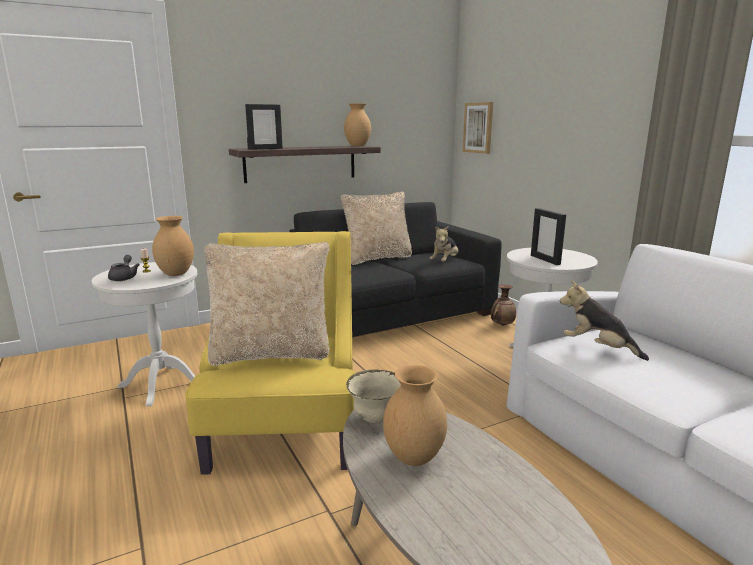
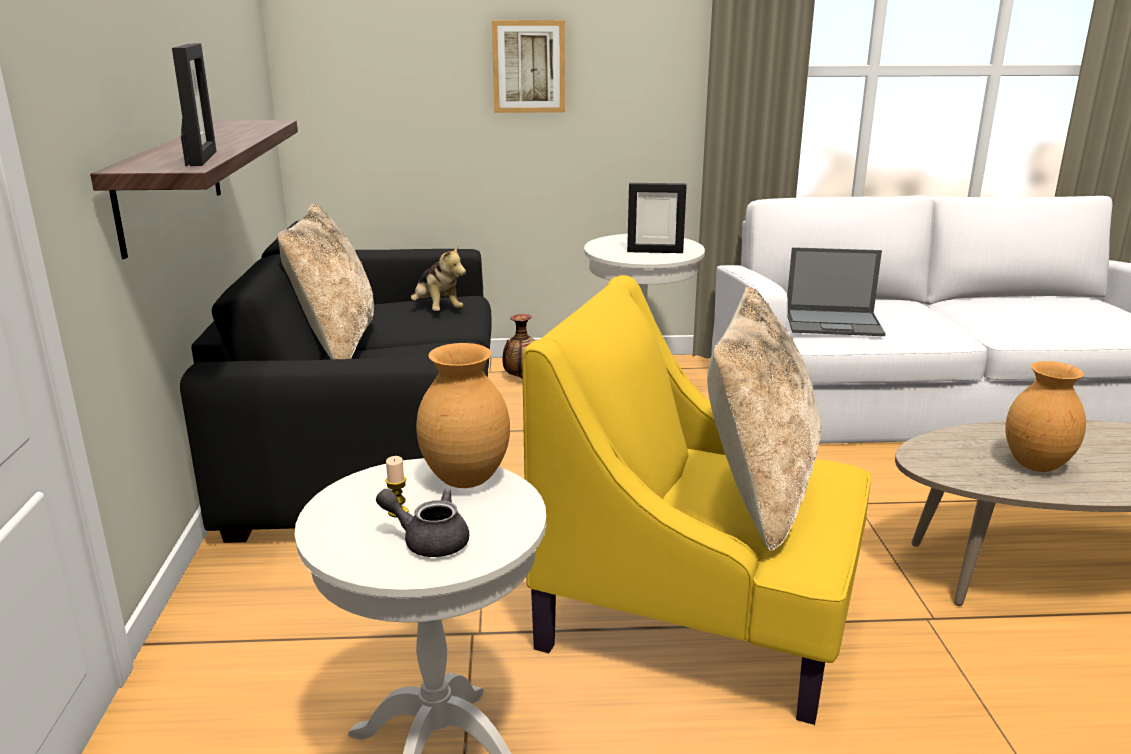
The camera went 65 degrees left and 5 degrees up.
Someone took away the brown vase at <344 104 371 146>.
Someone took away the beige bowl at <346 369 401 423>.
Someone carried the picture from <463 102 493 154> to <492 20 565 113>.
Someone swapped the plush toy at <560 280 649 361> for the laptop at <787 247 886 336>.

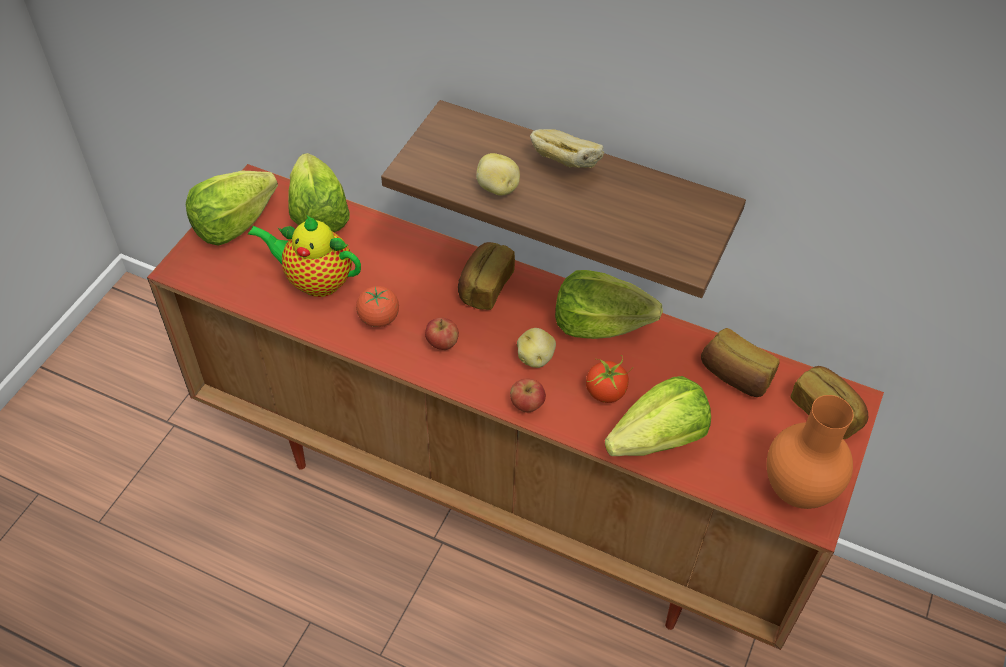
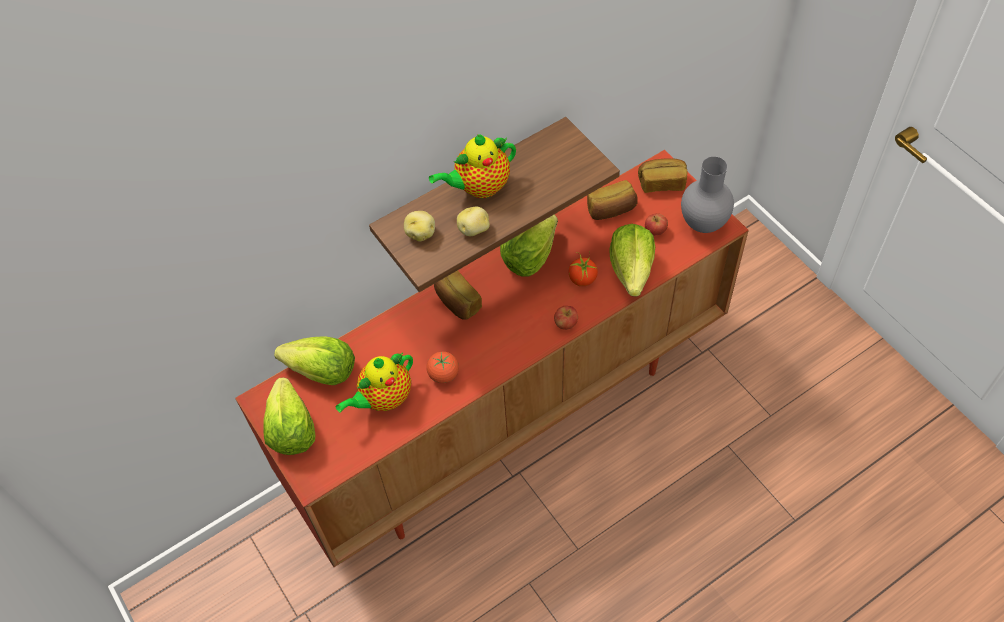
The camera went 55 degrees left and 5 degrees up.
Someone carried the apple from <425 318 459 350> to <645 213 668 236>.
Someone carried the potato from <517 328 556 368> to <404 211 435 241>.
Someone swapped the bread at <530 129 604 168> for the teapot at <429 134 516 198>.
Someone repainted the orange vase at <767 395 853 509>, which became the grey vase at <681 156 734 233>.

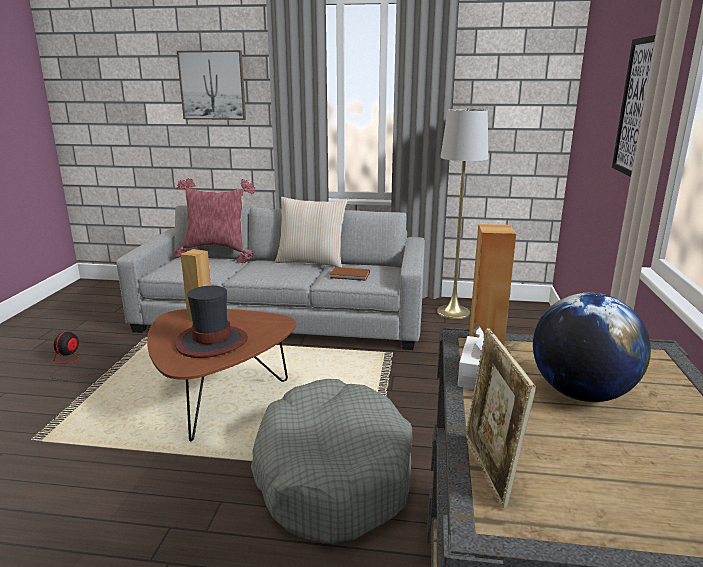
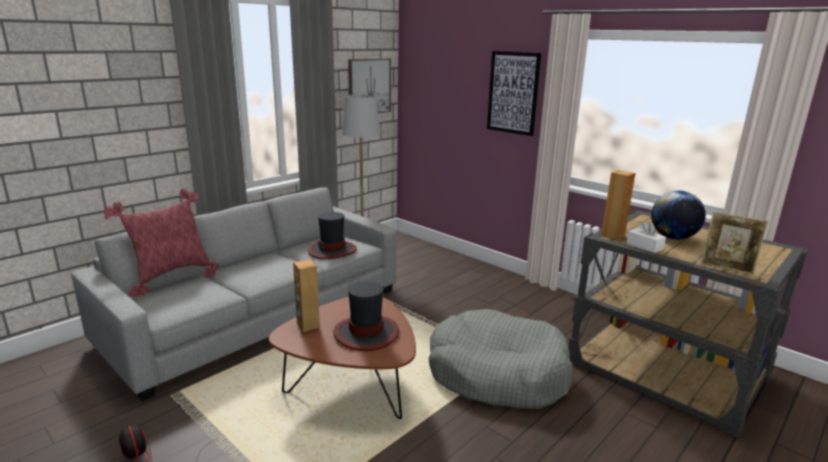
The camera went 55 degrees left and 0 degrees up.
Someone carried the picture from <177 50 246 120> to <348 58 391 113>.
Someone took away the beige pillow at <275 197 347 267>.
Someone swapped the brown book at <330 267 370 281> for the hat at <308 212 357 259>.

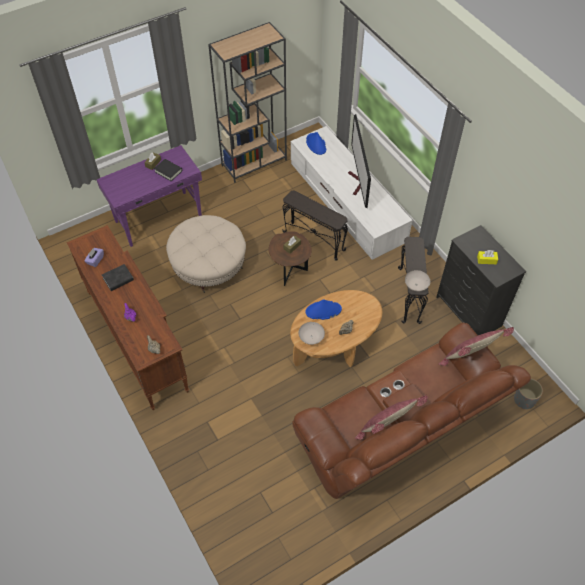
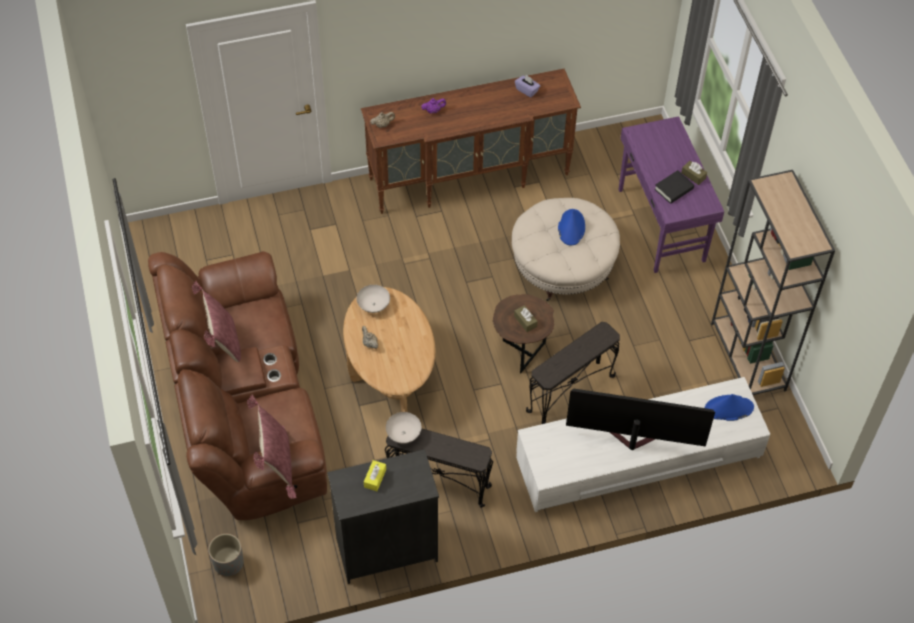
The camera went 105 degrees right and 0 degrees up.
Someone took away the black book at <102 264 134 291>.
Someone carried the blue hat from <305 299 342 320> to <558 209 585 246>.

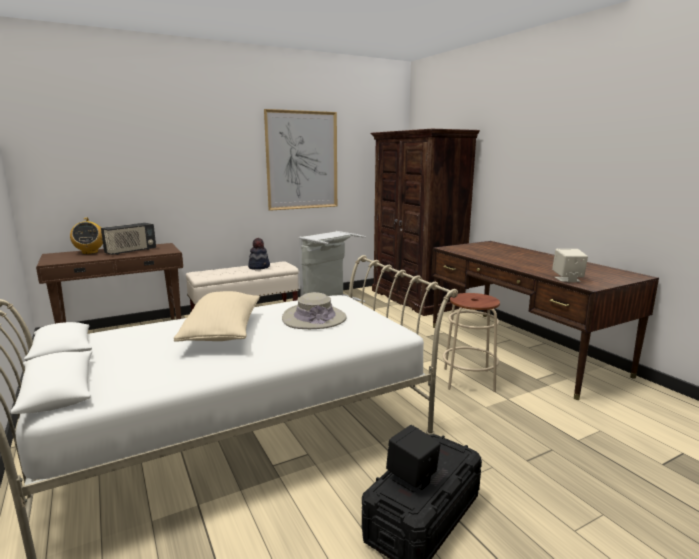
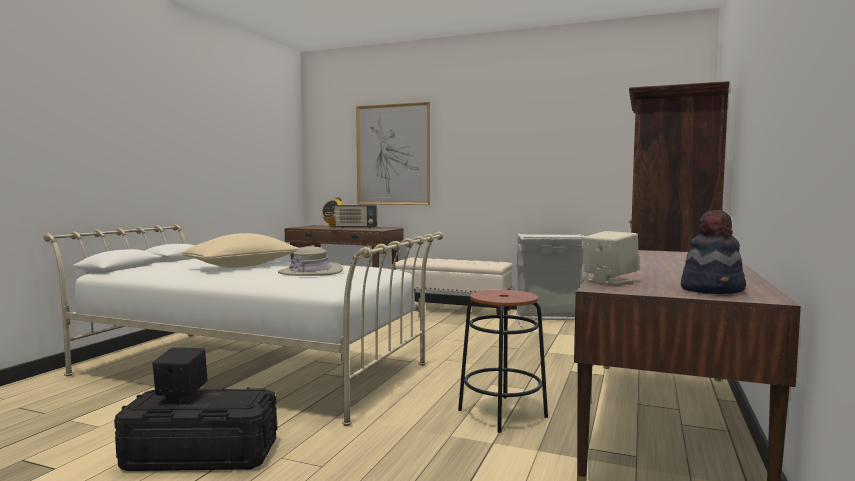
The camera went 50 degrees right and 10 degrees down.
Someone carried the hat from <248 238 270 270> to <681 210 746 294>.
Someone carried the picture from <264 109 337 211> to <356 102 430 205>.
Someone repainted the beige stool at <442 293 500 392>, which became the black stool at <458 290 548 433>.

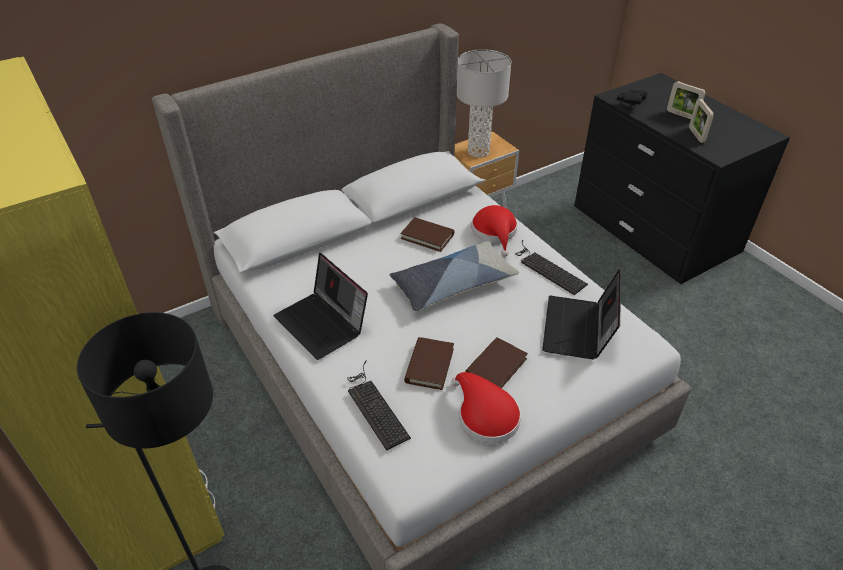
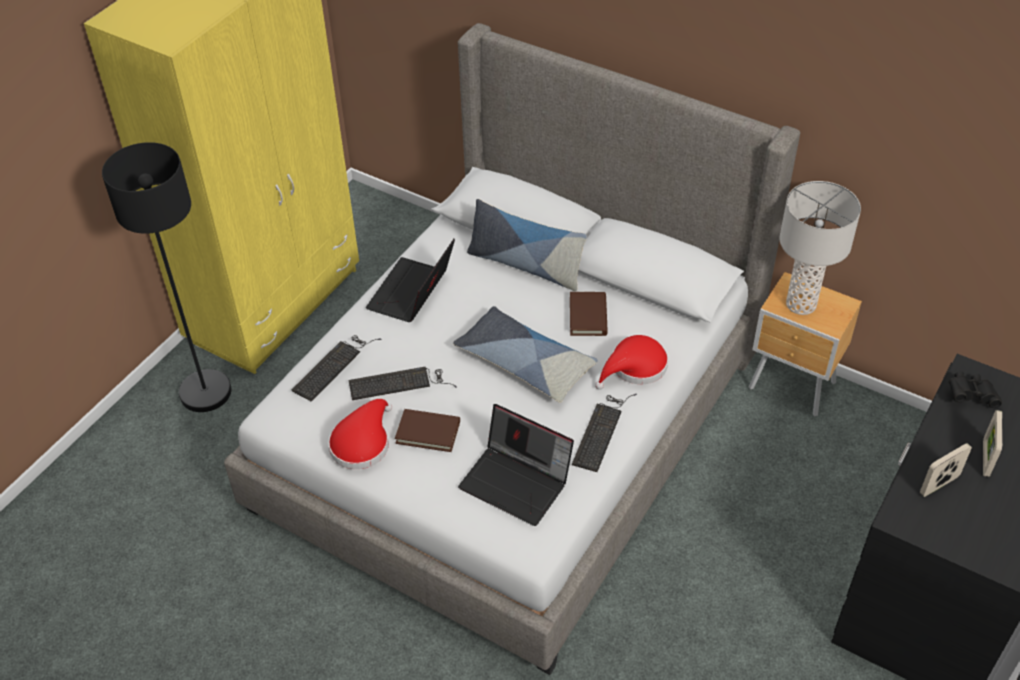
The camera went 65 degrees right and 5 degrees up.
Someone swapped the brown book at <404 337 454 390> for the keyboard at <349 367 457 400>.
Someone rotated the laptop at <542 269 621 359> by 135 degrees counterclockwise.
Someone put down the pillow at <467 199 587 291>.

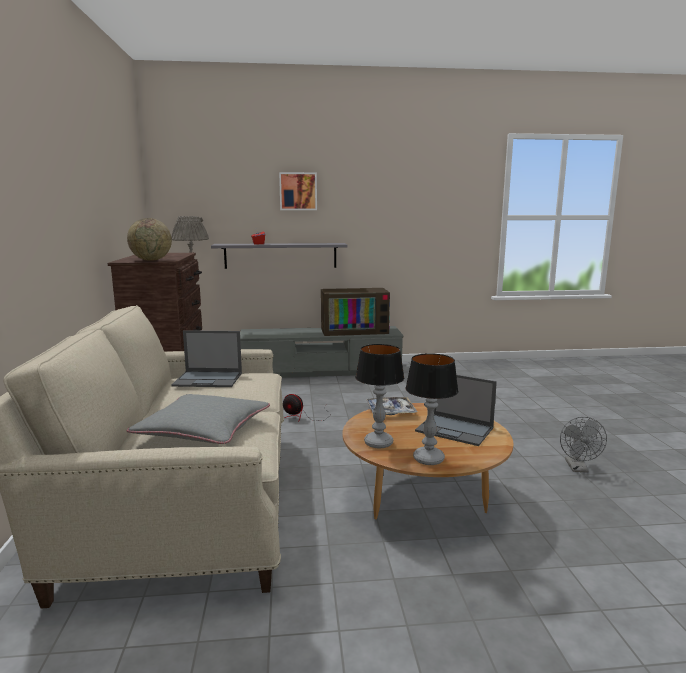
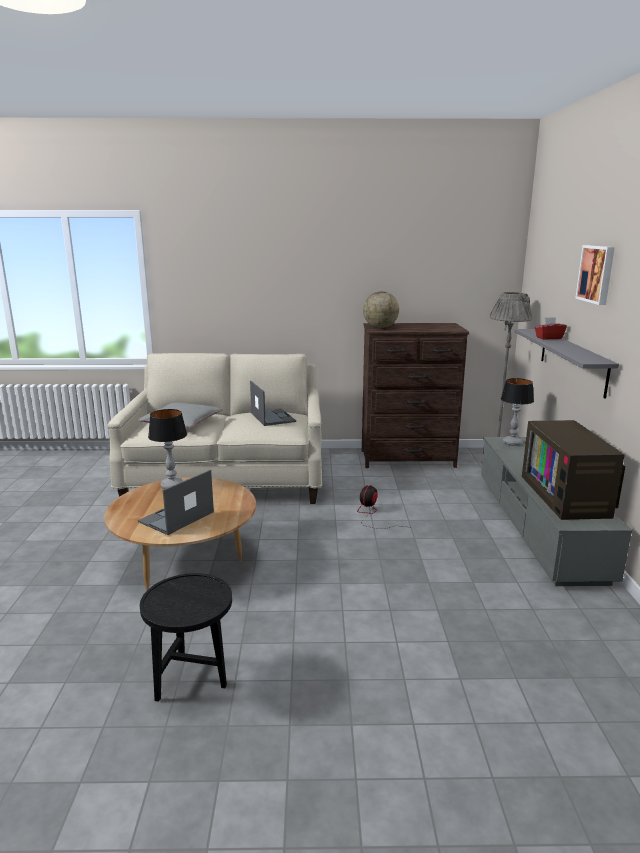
The camera went 95 degrees right and 5 degrees up.
Someone rotated the laptop at <171 330 242 387> by 150 degrees clockwise.
Someone took away the tray at <366 397 418 415>.
Someone carried the table lamp from <405 353 458 465> to <501 378 534 446>.
Someone swapped the grey fan at <560 417 607 473> for the black side table at <140 573 232 702>.

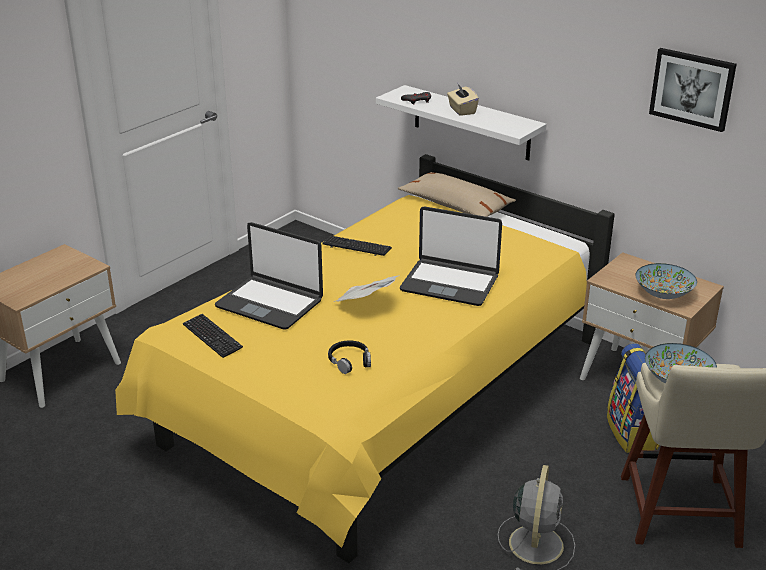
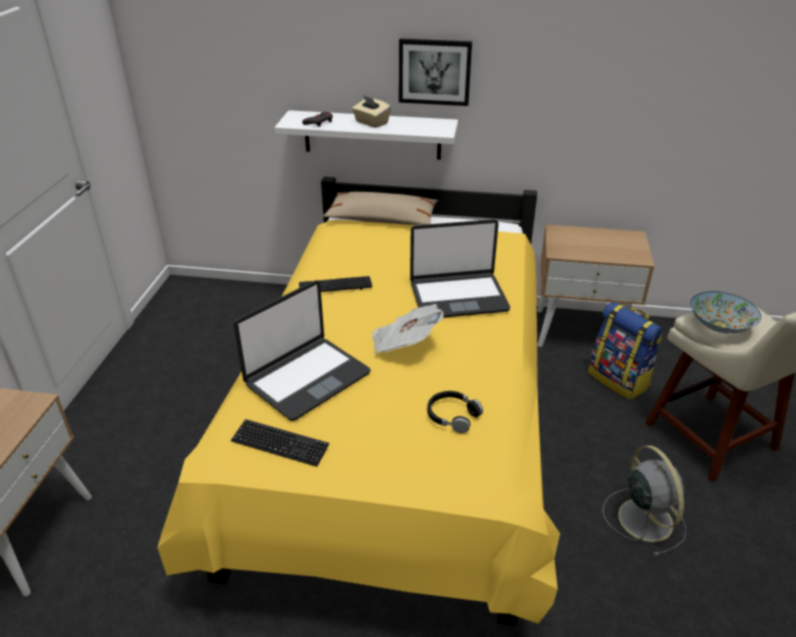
The camera went 30 degrees left and 5 degrees up.
Someone rotated the laptop at <215 222 323 329> by 45 degrees counterclockwise.
Someone took away the bowl at <635 263 697 299>.
Someone carried the picture from <649 48 737 132> to <399 39 472 106>.

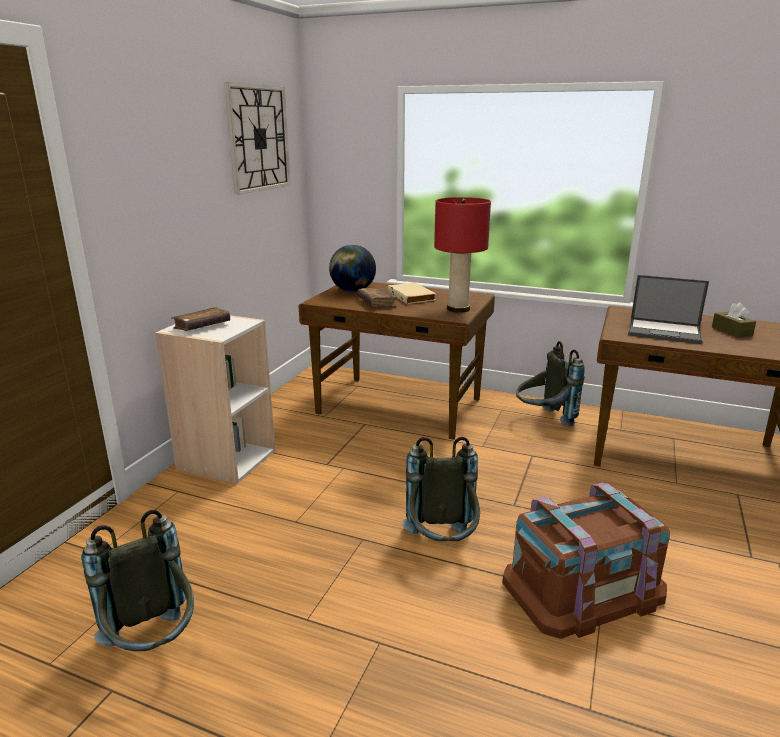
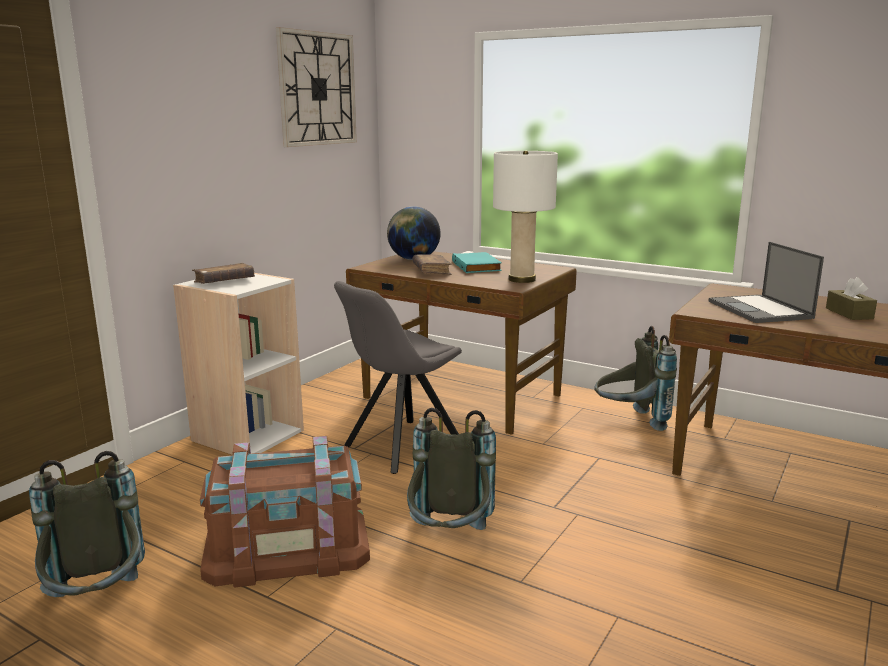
The camera went 10 degrees right and 5 degrees down.
Someone repainted the beige book at <388 282 436 304>, which became the turquoise book at <452 252 502 273>.
Someone repainted the red table lamp at <434 197 491 313>, which became the white table lamp at <493 151 558 283>.
Someone carried the brown storage box from <502 482 670 639> to <200 436 370 588>.
Someone rotated the laptop at <628 275 709 344> by 45 degrees clockwise.
Someone put down the grey chair at <334 281 462 474>.

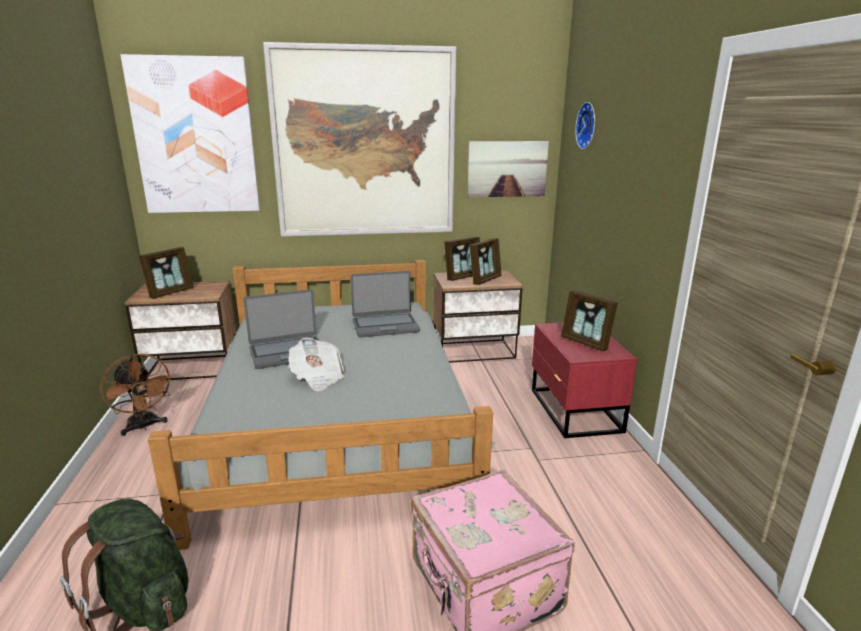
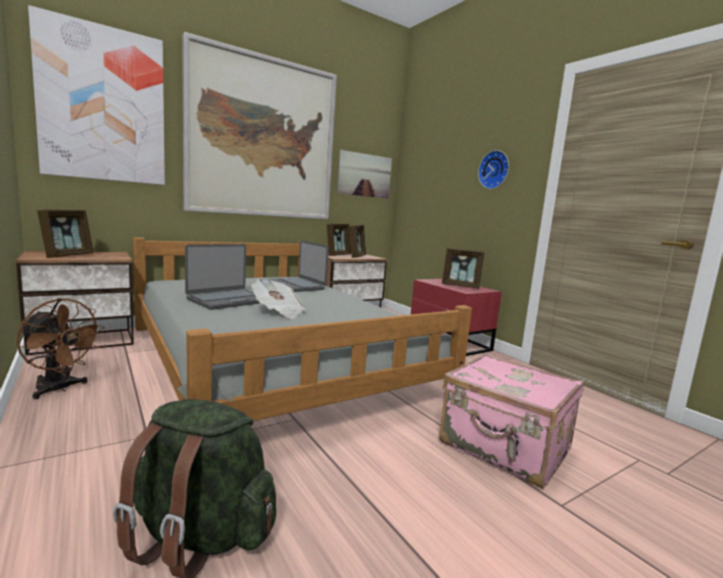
The camera went 25 degrees left and 10 degrees down.
Someone rotated the laptop at <351 271 420 337> by 90 degrees clockwise.
Someone carried the wall clock from <575 102 595 149> to <478 150 509 189>.

